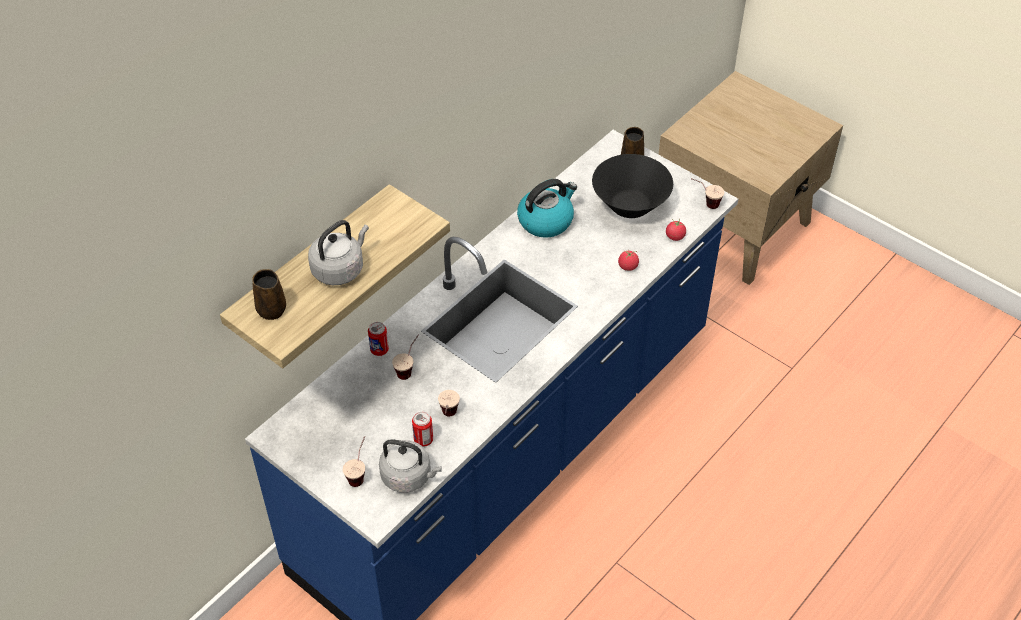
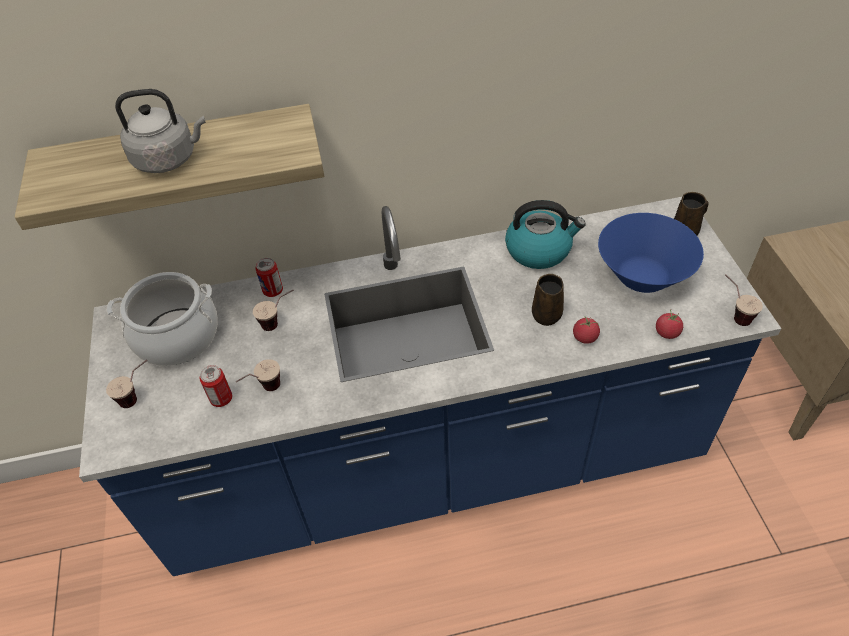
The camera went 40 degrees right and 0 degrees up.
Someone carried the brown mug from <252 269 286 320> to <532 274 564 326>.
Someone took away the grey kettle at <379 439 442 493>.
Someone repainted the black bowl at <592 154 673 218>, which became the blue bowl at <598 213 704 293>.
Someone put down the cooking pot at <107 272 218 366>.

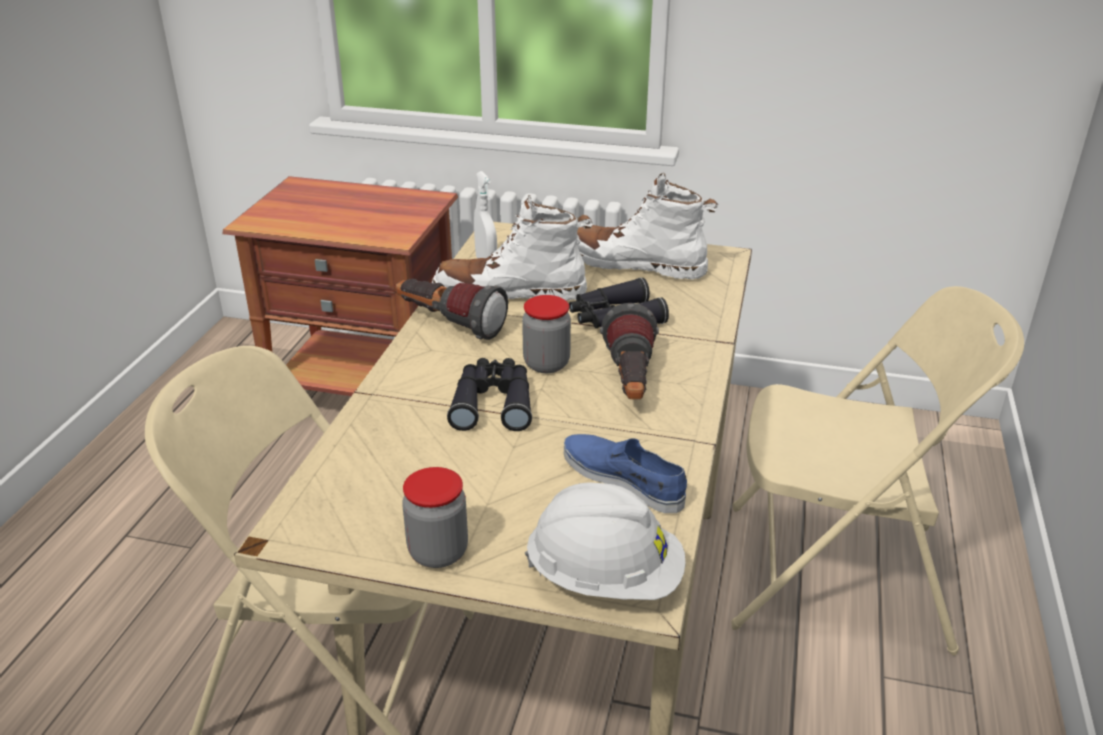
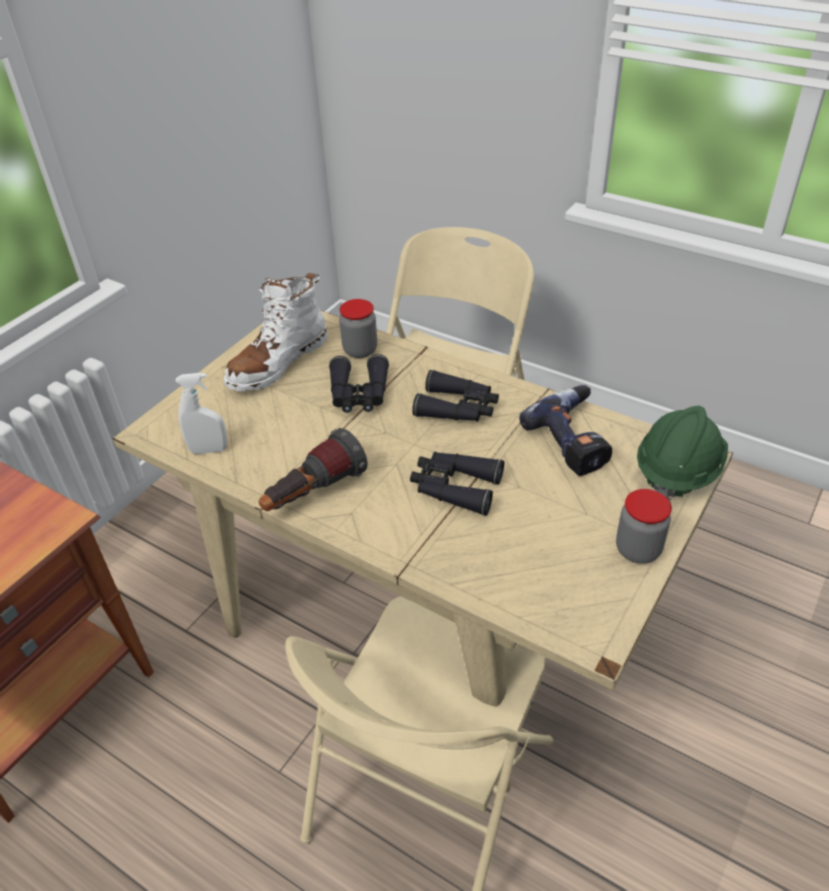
The camera went 70 degrees left and 10 degrees up.
Someone took away the white boot at <432 195 593 300>.
Someone carried the jar from <522 295 571 373> to <339 299 377 358>.
Someone repainted the white hard hat at <525 482 686 600>, which became the green hard hat at <637 406 728 501>.
Someone swapped the blue shoe at <564 434 687 513> for the power drill at <519 385 612 476>.
Someone swapped the flashlight at <600 303 659 399> for the black binoculars at <412 370 499 422>.

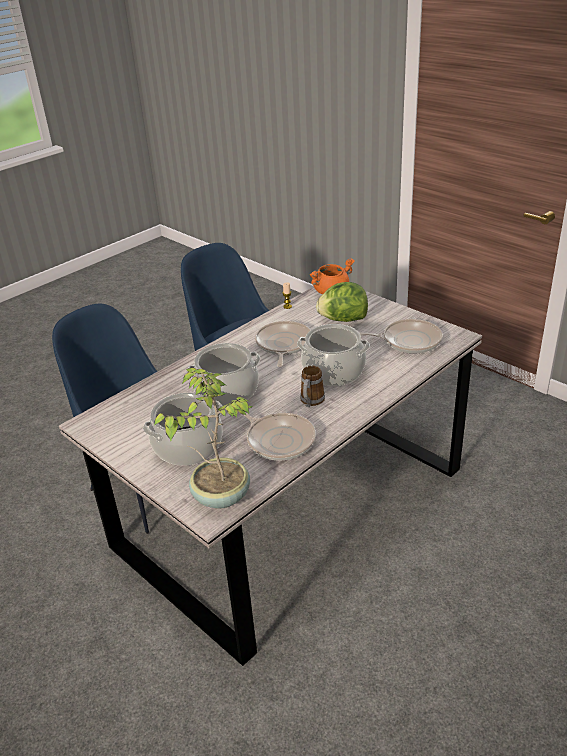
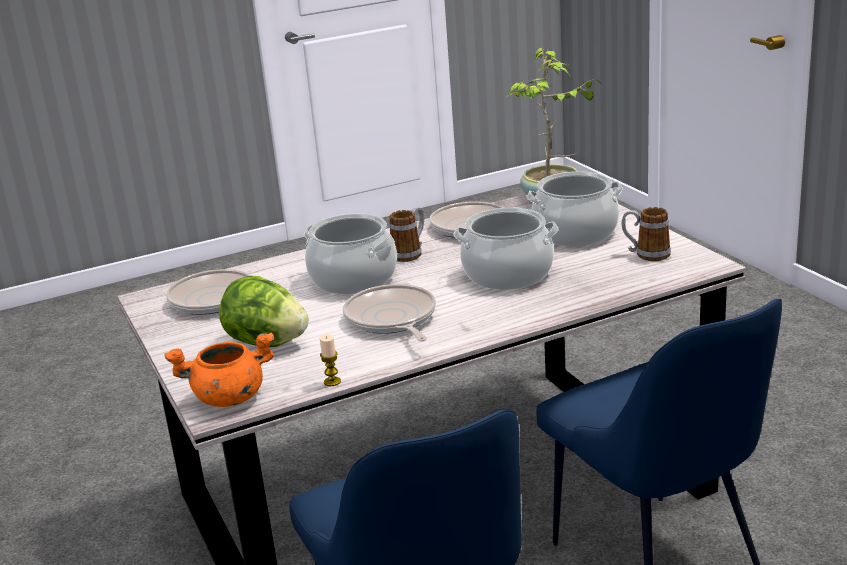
The camera went 160 degrees left and 10 degrees down.
Someone rotated the frying pan at <255 321 310 367> by 135 degrees clockwise.
Someone put down the mug at <622 207 671 261>.

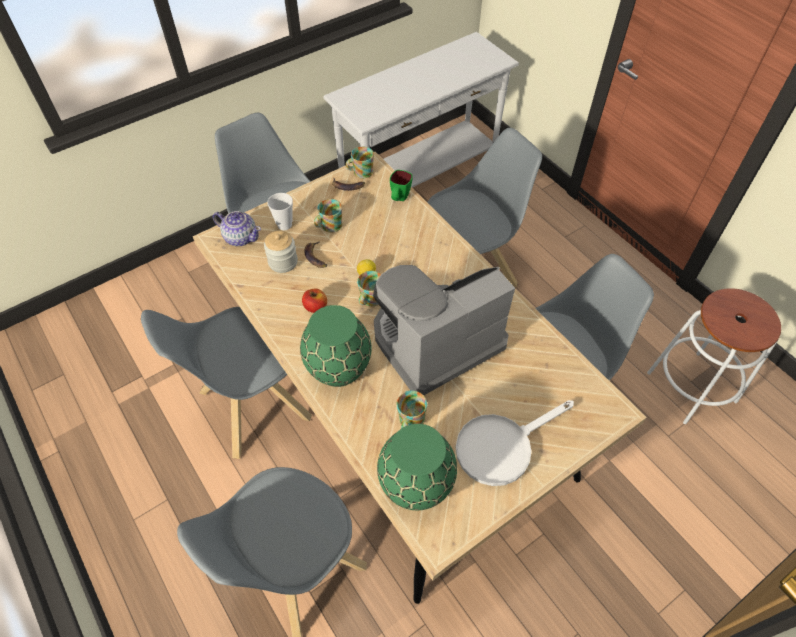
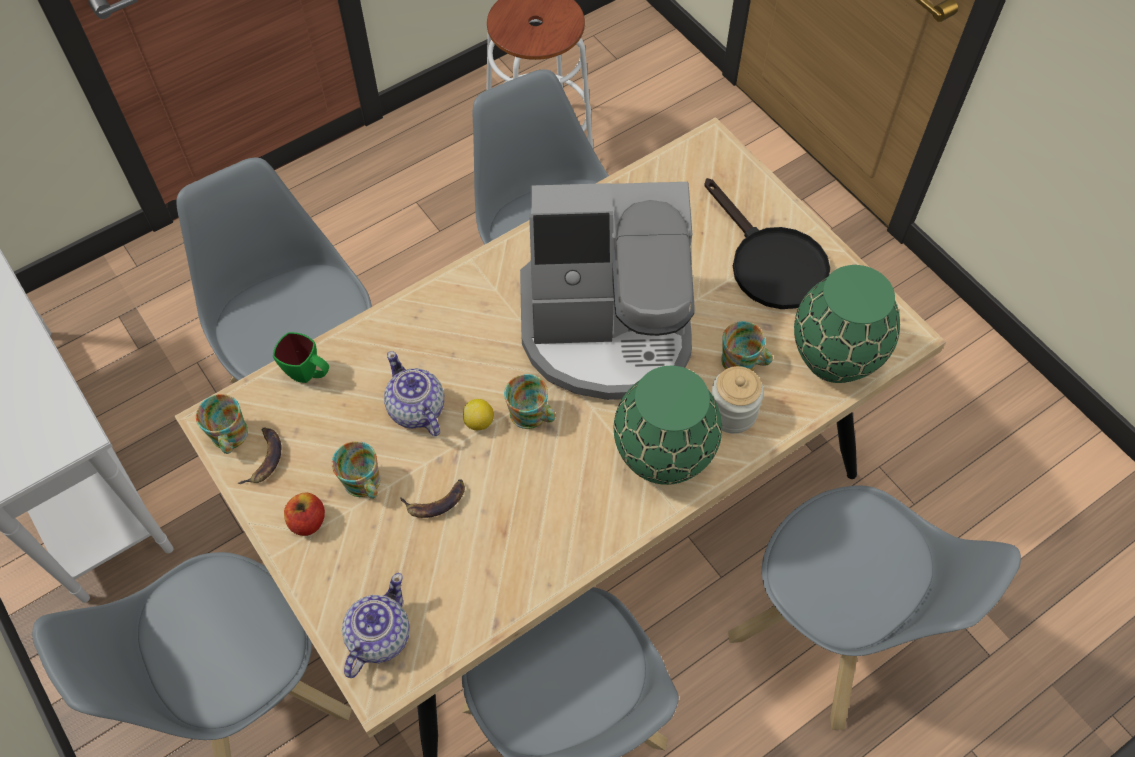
The camera went 90 degrees left and 5 degrees up.
Someone carried the jar from <264 230 298 273> to <711 366 764 434>.
Someone took away the cup at <267 193 293 230>.
Someone carried the apple from <302 289 327 313> to <284 493 325 536>.
Someone rotated the coffee machine at <373 265 515 395> by 60 degrees counterclockwise.
Someone repainted the white frying pan at <456 400 574 486>, which became the black frying pan at <704 178 830 309>.
Someone put down the teapot at <384 351 444 436>.

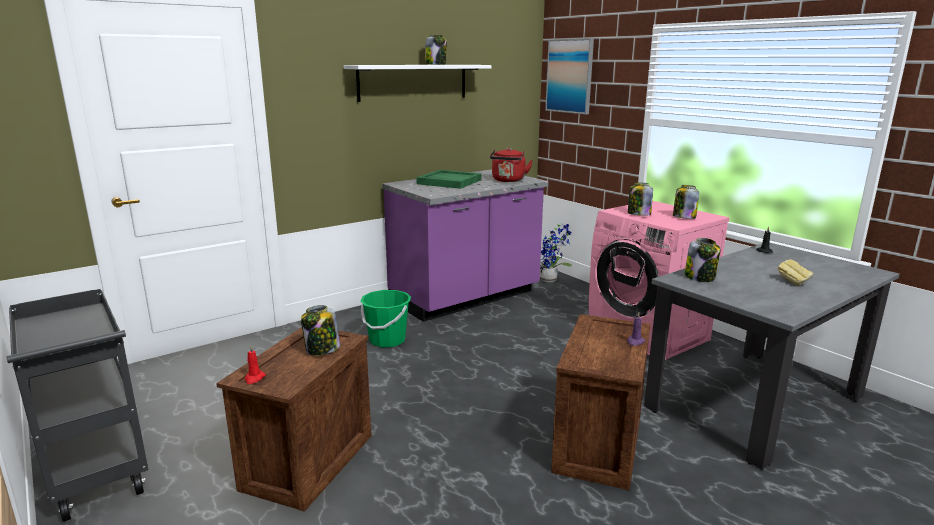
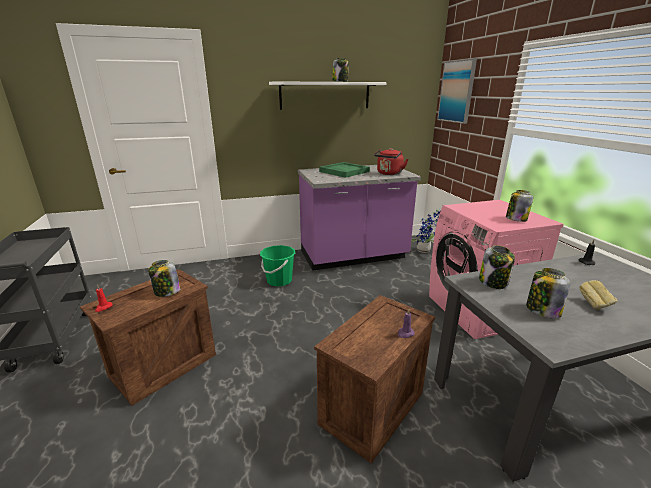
The camera went 20 degrees right and 5 degrees up.
Someone carried the jar from <628 182 653 216> to <526 268 571 319>.

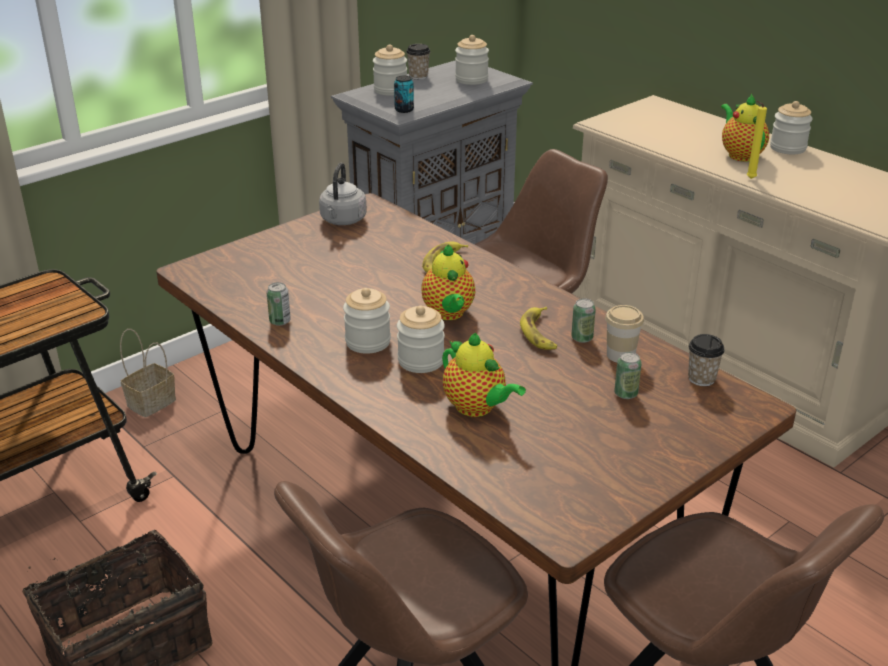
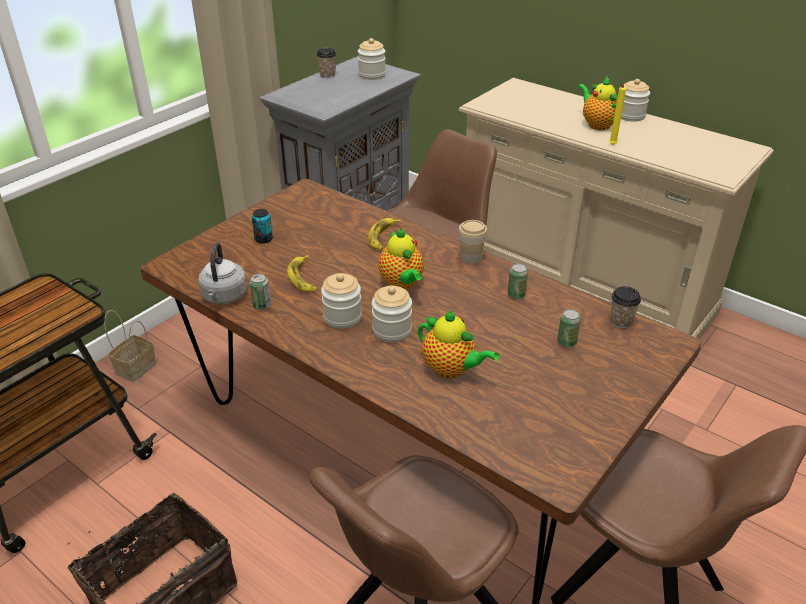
The camera went 10 degrees left and 5 degrees up.
Someone carried the grey kettle from <319 163 367 225> to <198 242 247 304>.
Someone took away the jar at <373 44 407 96>.
Someone carried the can from <394 76 414 113> to <252 209 273 244>.
Someone carried the banana from <520 307 557 350> to <287 255 317 292>.
Someone carried the cup from <605 305 644 362> to <458 220 487 264>.

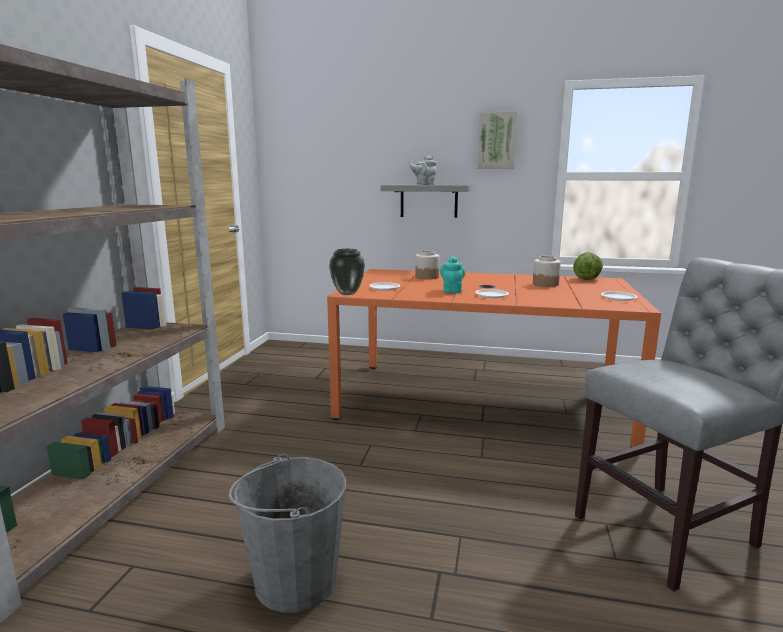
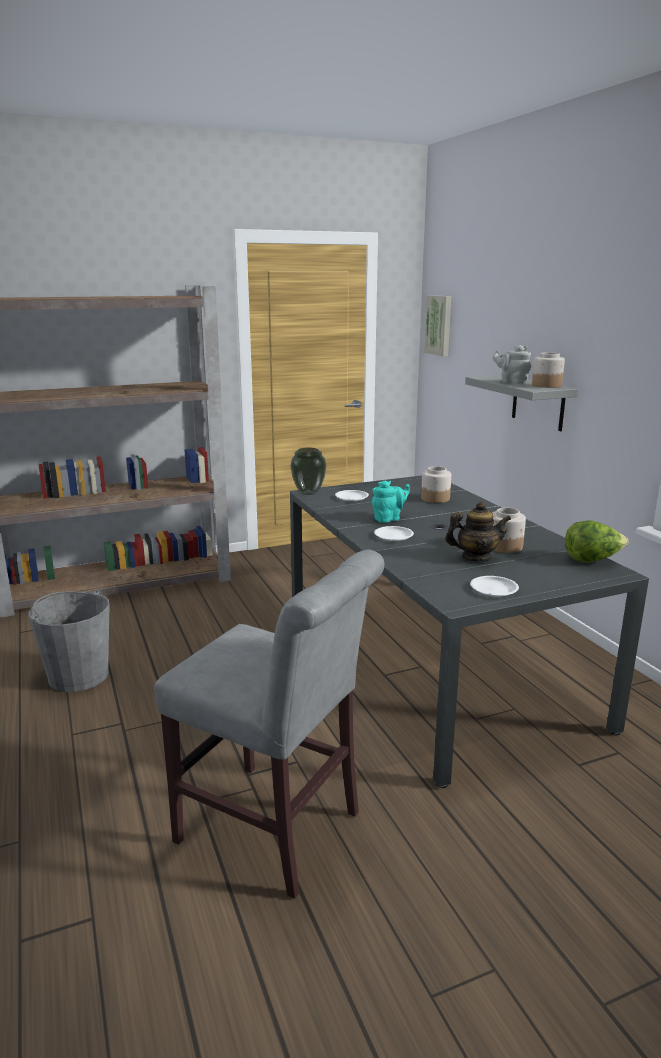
The camera went 55 degrees right and 5 degrees up.
Someone repainted the orange dining table at <327 269 661 447>, which became the grey dining table at <290 476 649 788>.
Someone carried the picture from <477 111 517 169> to <424 295 451 356>.
Someone put down the teapot at <445 501 511 562>.
Someone put down the jar at <532 353 565 388>.

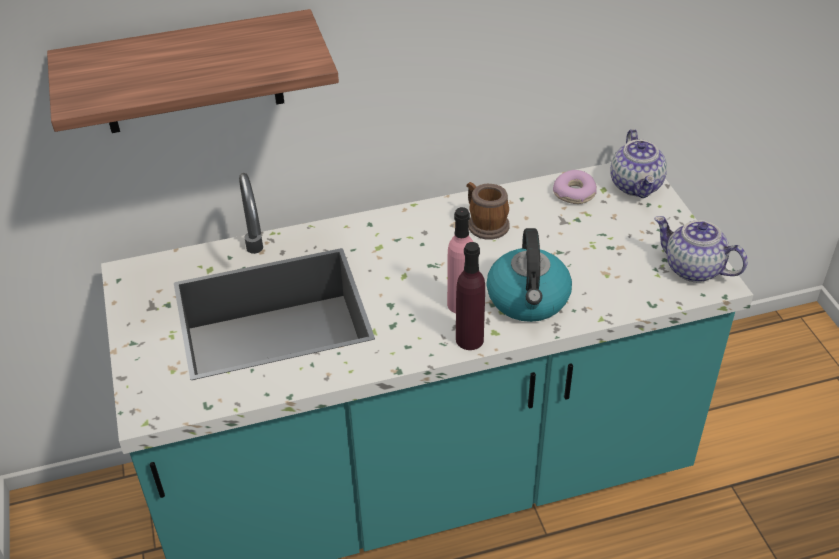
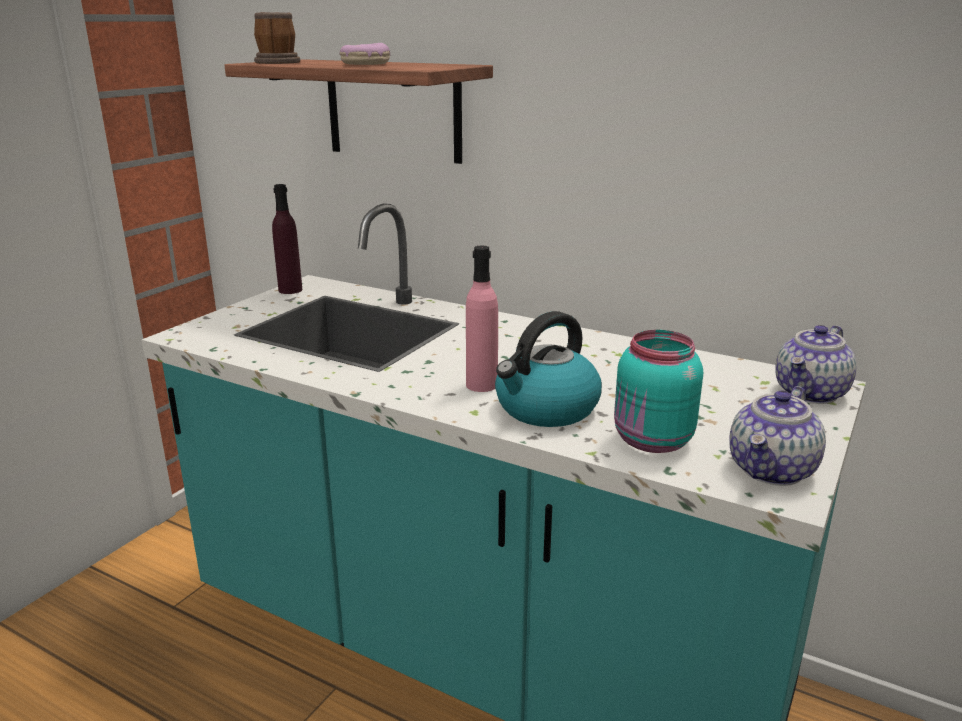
The camera went 45 degrees right and 20 degrees down.
Someone carried the purple bottle from <456 242 485 350> to <272 184 302 294>.
Someone carried the mug from <467 182 510 240> to <254 12 301 64>.
Someone carried the donut from <553 170 597 204> to <340 43 390 65>.
Someone rotated the teapot at <654 216 748 282> by 135 degrees counterclockwise.
Someone put down the turquoise jar at <614 330 703 453>.

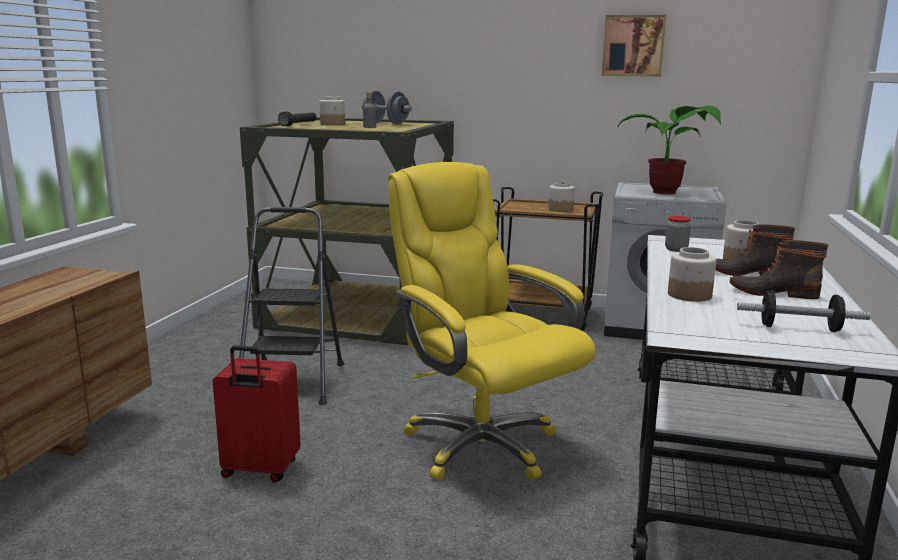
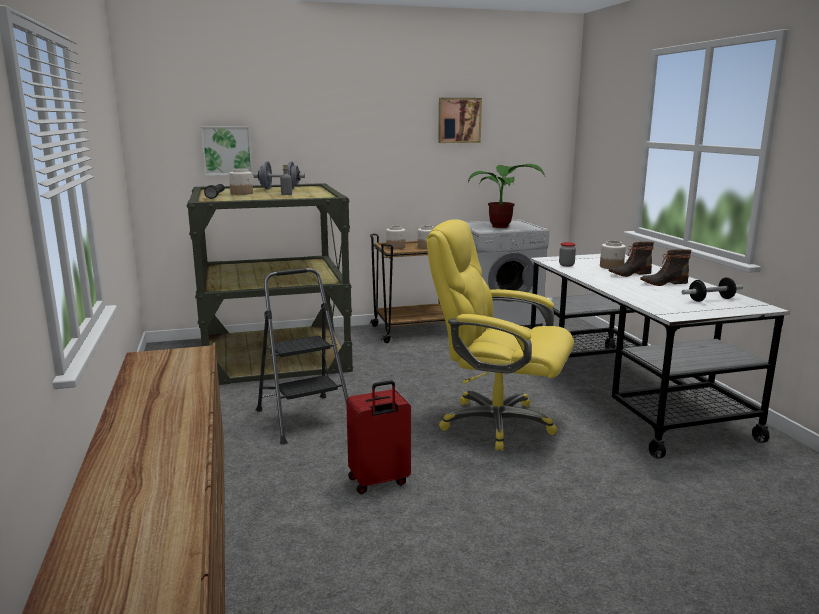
The camera went 30 degrees left and 0 degrees up.
Someone carried the jar from <668 247 716 302> to <386 226 405 249>.
Someone put up the picture at <201 127 253 176>.

